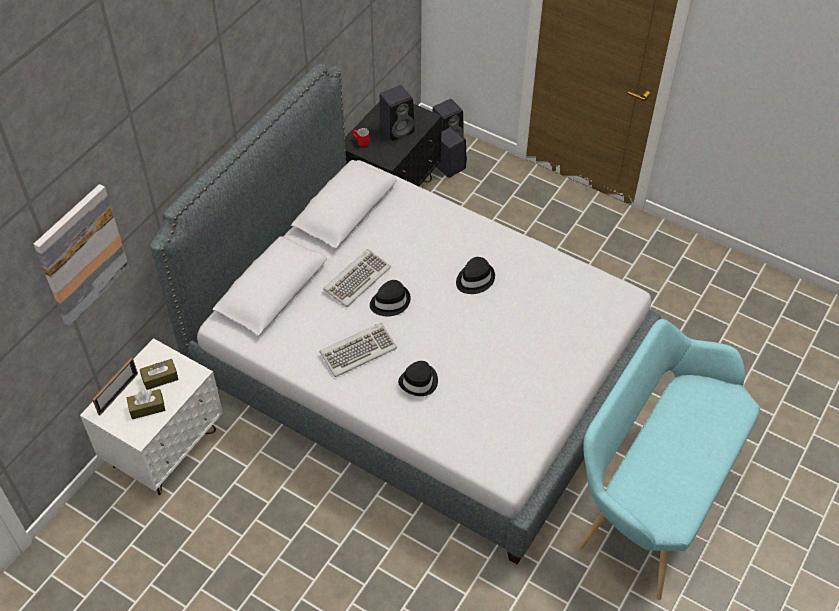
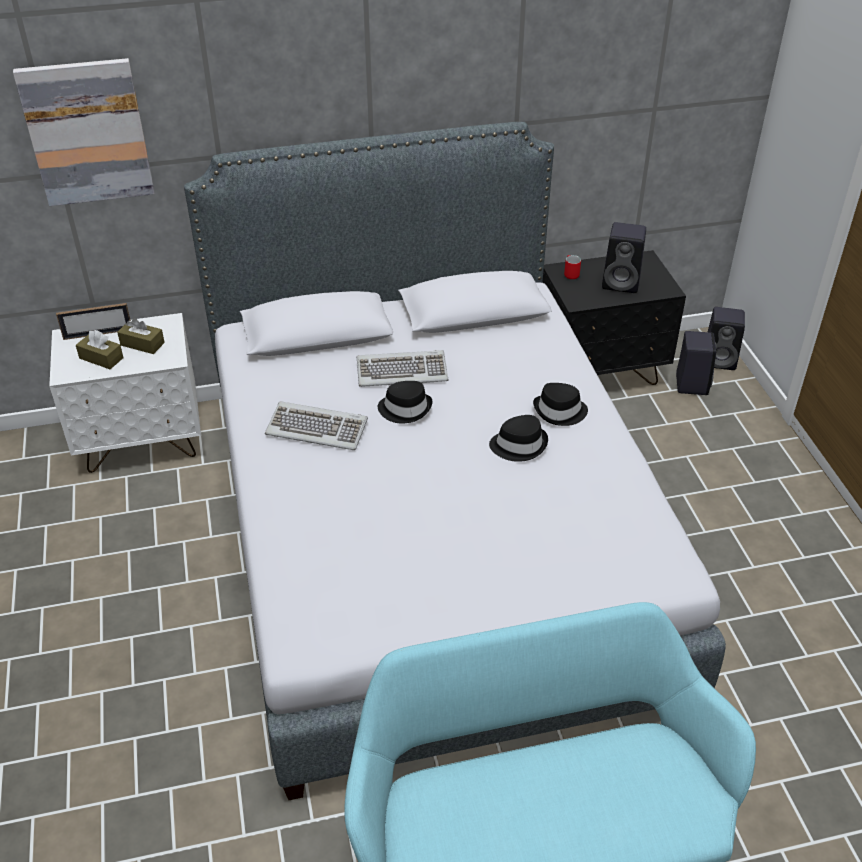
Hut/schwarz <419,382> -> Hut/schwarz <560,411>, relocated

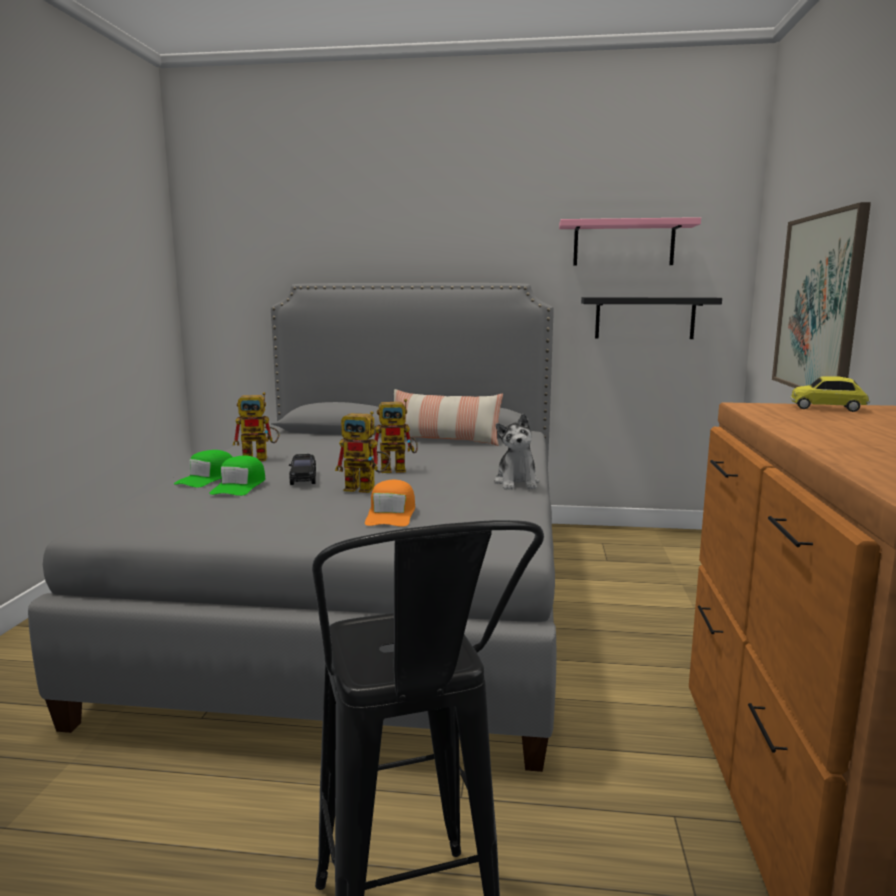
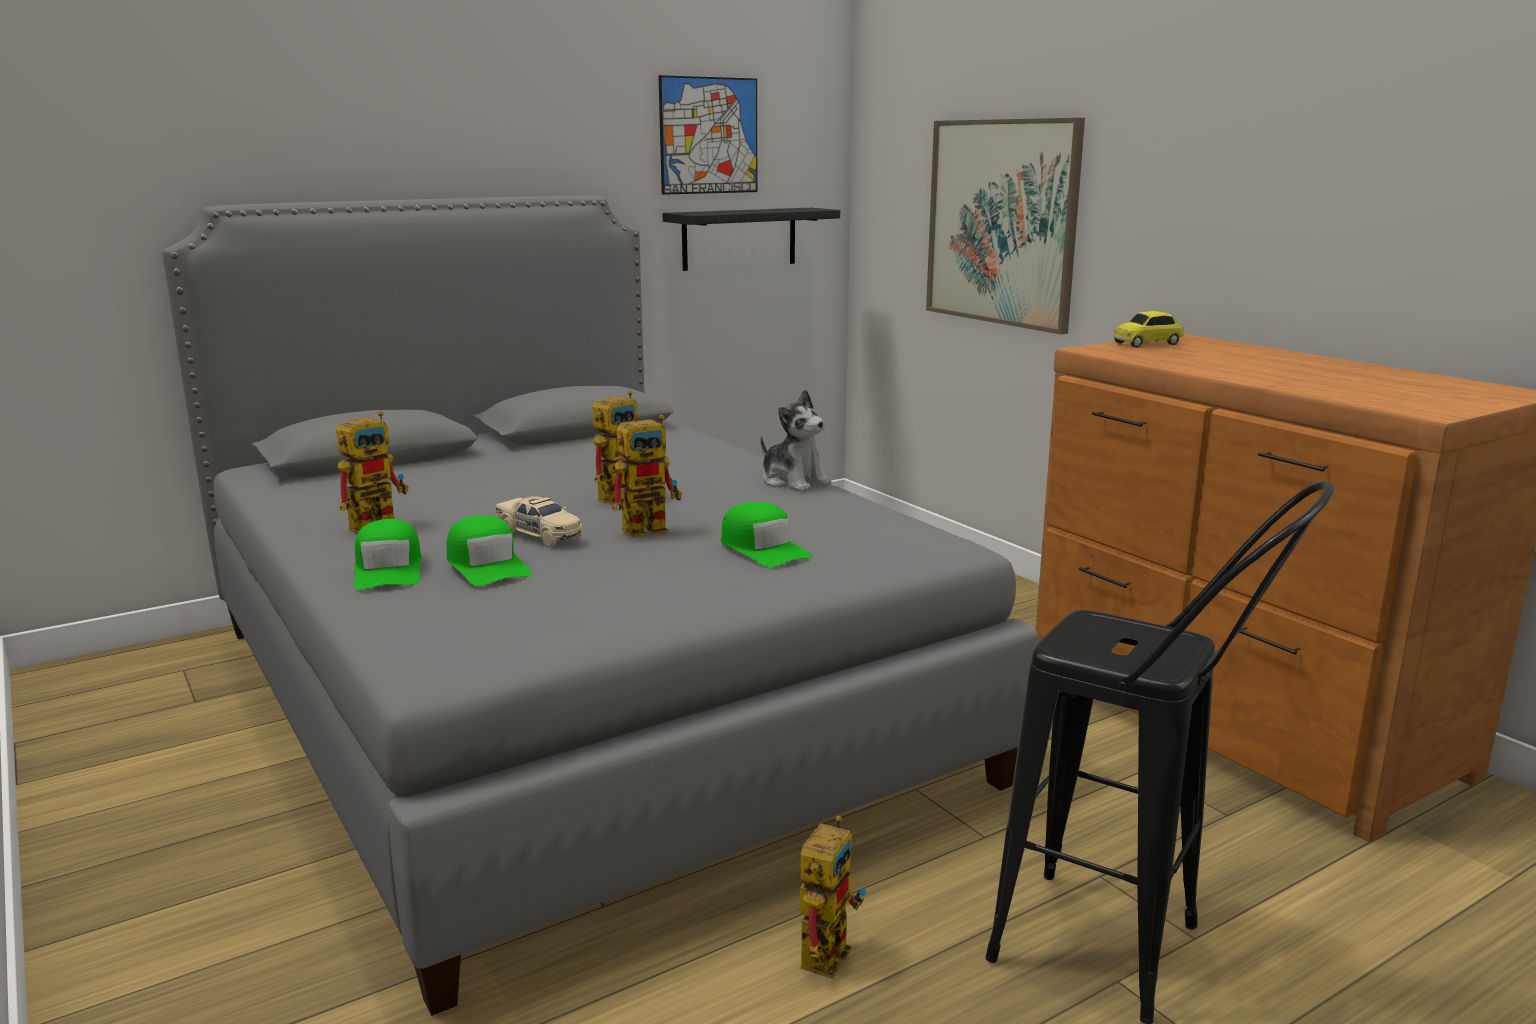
Wandregal/rosa <623,243> -> Bild <709,135>
Kissen <444,440> -> none
Spielzeugauto/schwarz <303,478> -> Spielzeugauto/beige <540,534>
Kappe/orange <391,514> -> Kappe/grün <763,549>
none -> Spielzeugroboter <825,948>

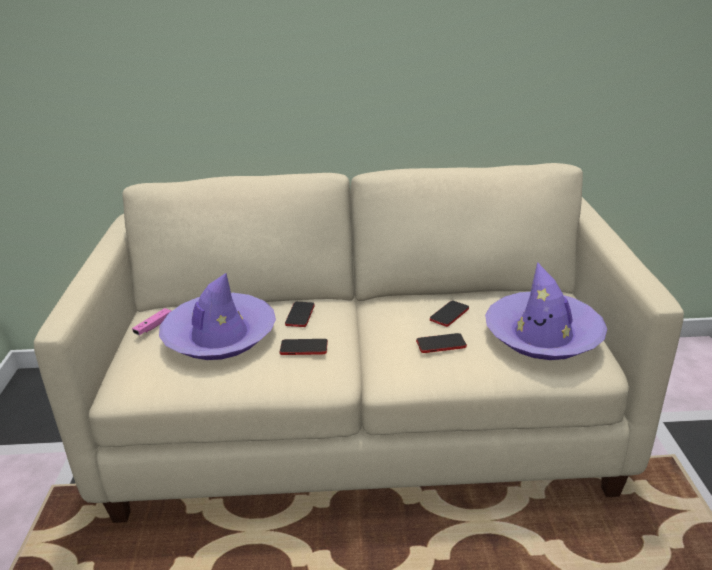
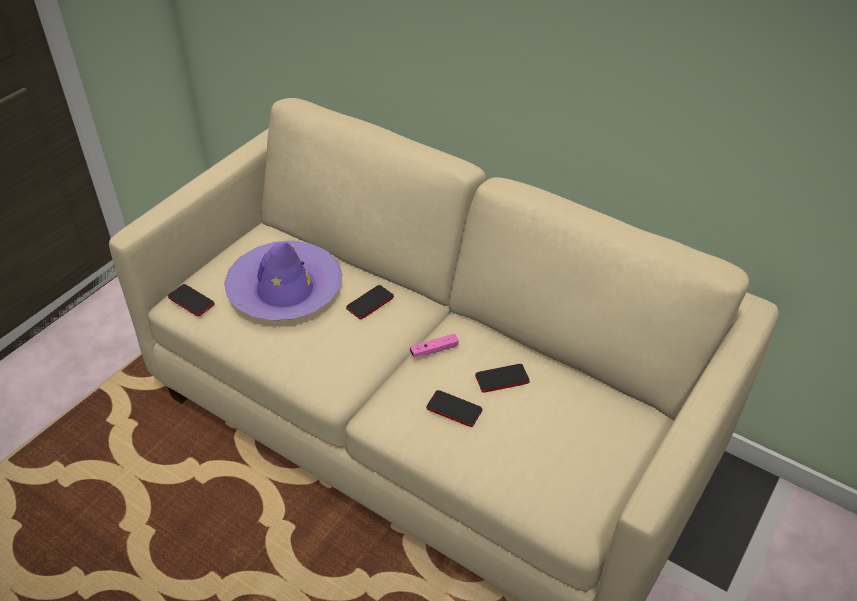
Hut/lila <543,335> -> none
Gamepad/rosa <153,326> -> Gamepad/rosa <434,350>, relocated
Handy <304,348> -> Handy <191,301>, relocated

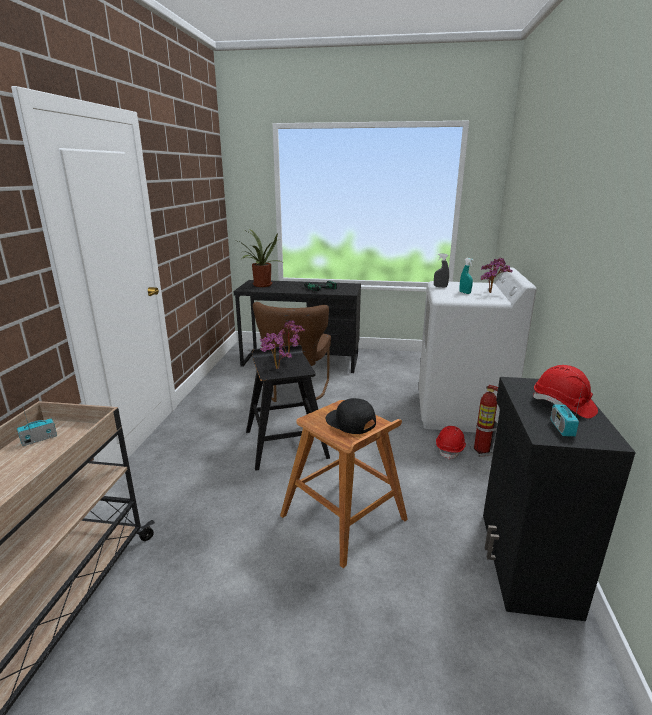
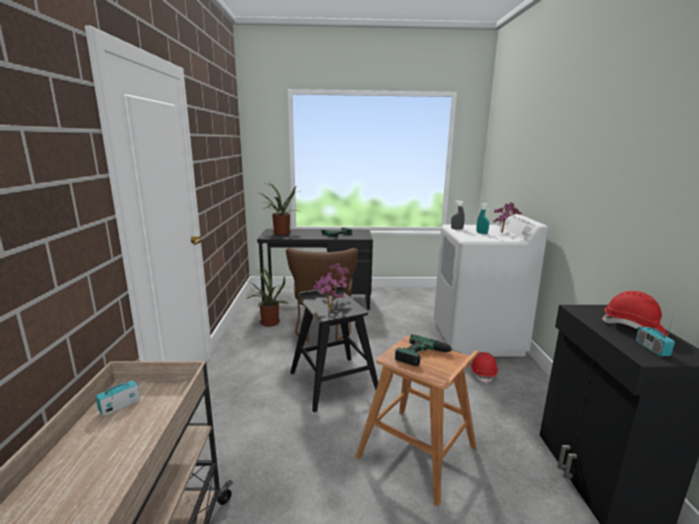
Feuerlöscher <481,452> -> none
Kappe/schwarz <350,422> -> Bohrmaschine <428,357>
none -> Topfpflanze <268,323>

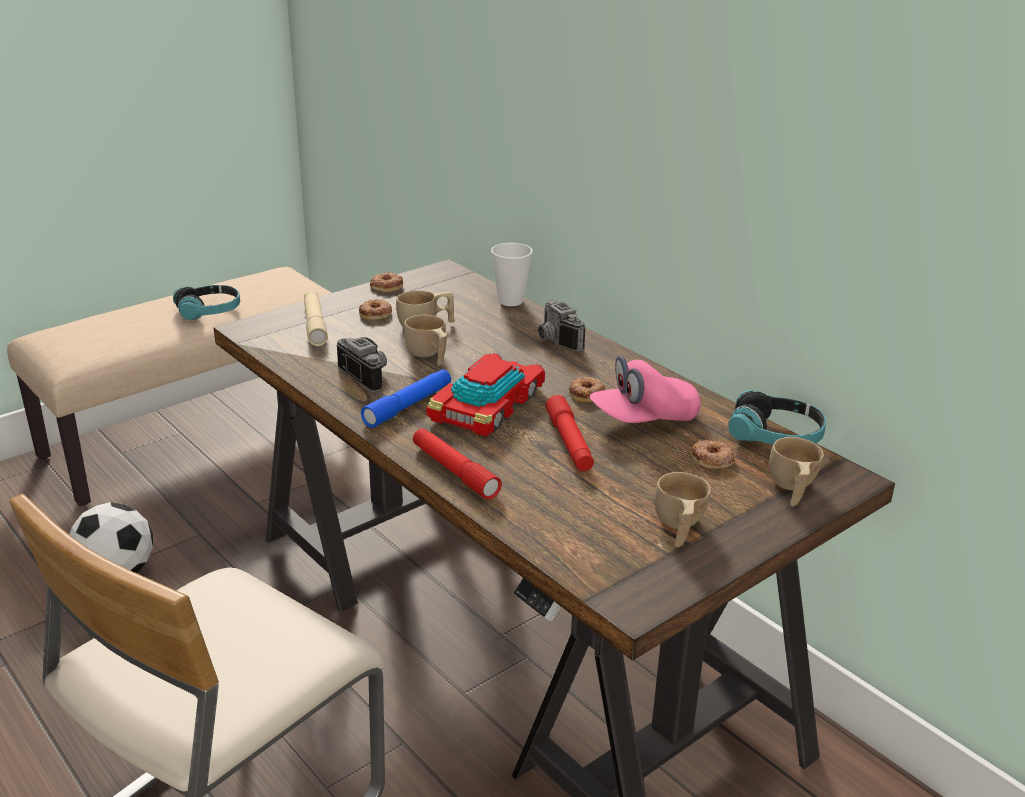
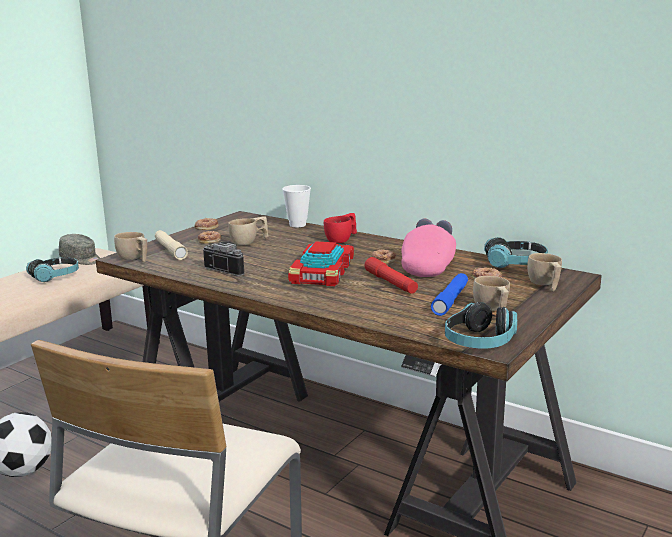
Kamera <555,341> -> Tasse/rot <342,239>
Tasse/beige <428,356> -> Tasse/beige <134,259>, relocated
Kappe/rosa <644,419> -> Kappe/rosa <429,266>, 150 degrees clockwise
Taschenlampe/blau <408,405> -> Taschenlampe/blau <450,300>, relocated
Taschenlampe/rot <454,471> -> none
none -> Kappe/grau <81,259>
none -> Kopfhörer <480,341>

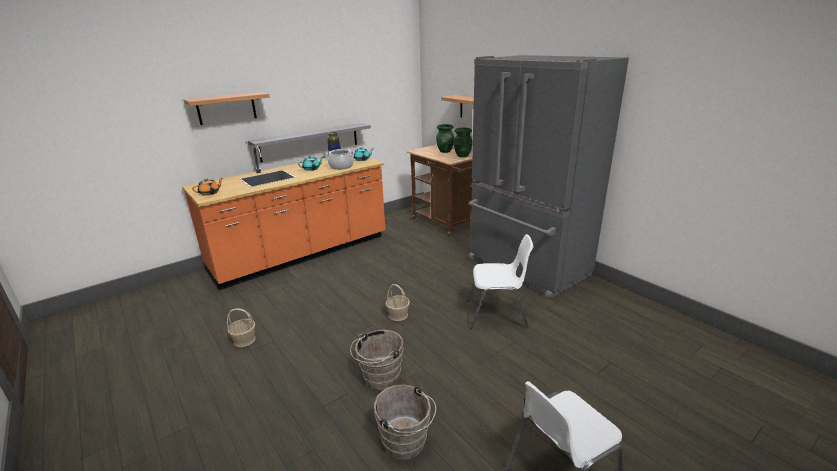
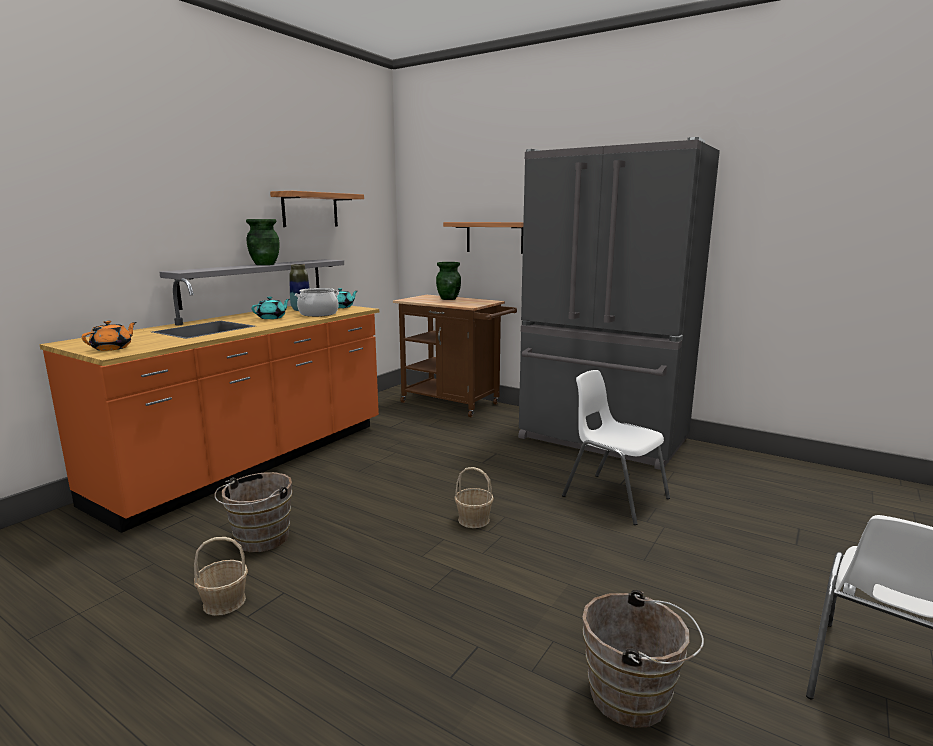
Wandregal <226,108> -> Wandregal <310,210>, relocated
Vase/grün <462,155> -> Vase/grün <264,264>, relocated
Stuhl/weiß <497,314> -> Stuhl/weiß <613,497>, 120 degrees counterclockwise
Eimer/braun <379,378> -> Eimer/braun <259,540>, relocated

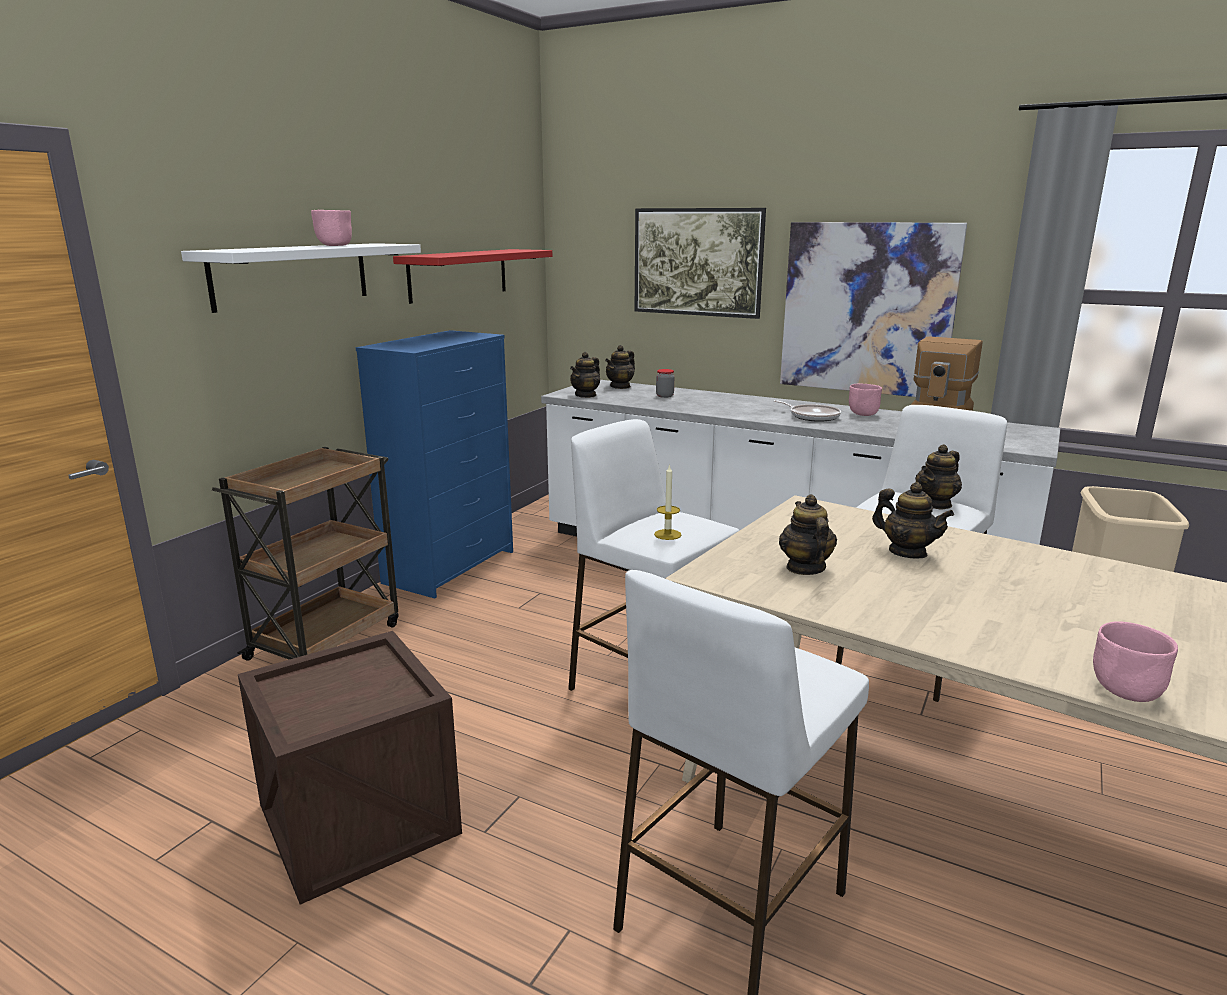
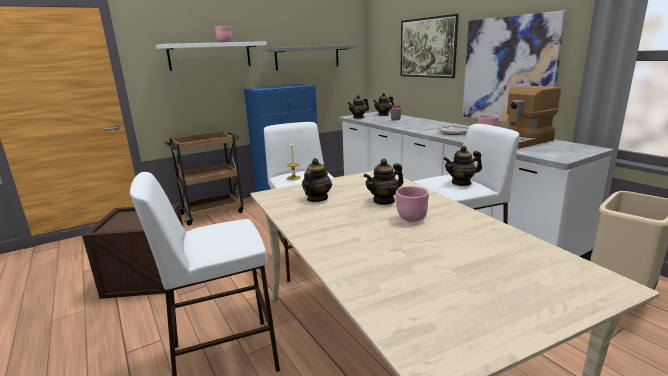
Wandregal/rot <459,274> -> Wandregal/grau <307,57>
Teekanne <907,552> -> Teekanne <384,200>, 75 degrees clockwise
Schüssel/rosa <1124,692> -> Schüssel/rosa <411,218>, relocated

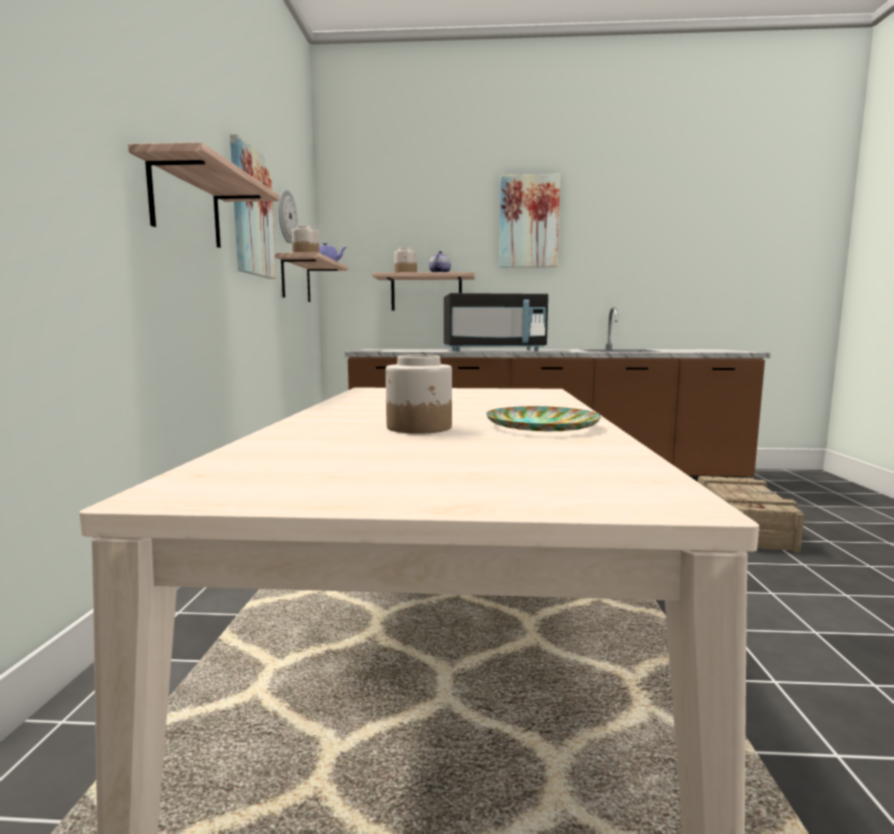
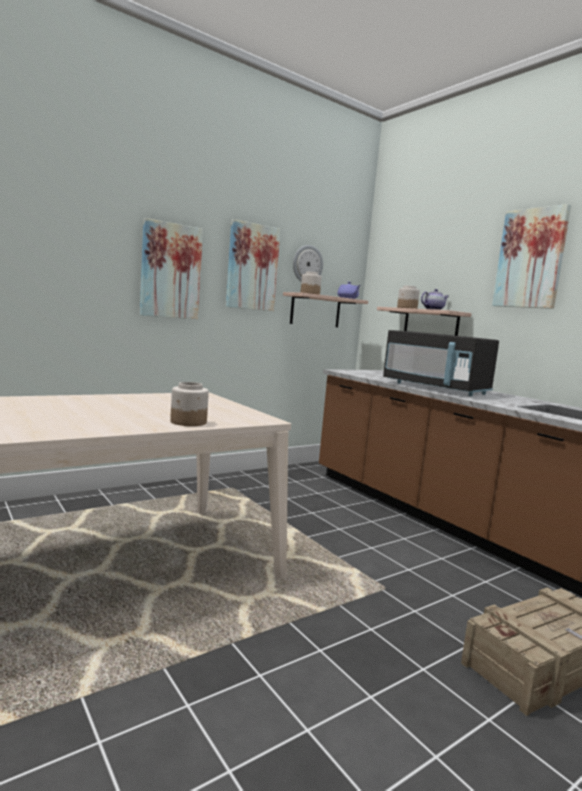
Wandregal <186,206> -> Bild <170,271>
Vorratsglas <420,427> -> Vorratsglas <188,422>, relocated
Teller <541,426> -> none

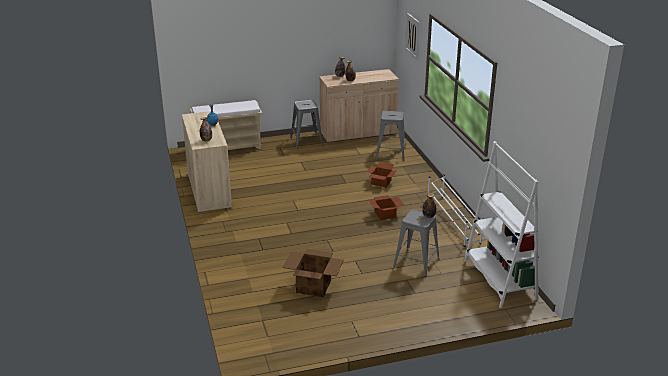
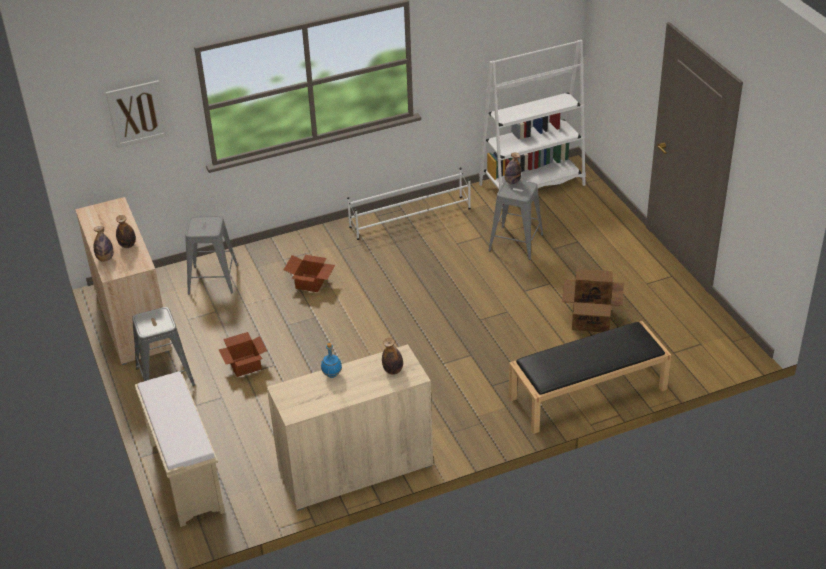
Karton <386,214> -> Karton <245,364>, relocated
none -> Bank/schwarz <587,394>

